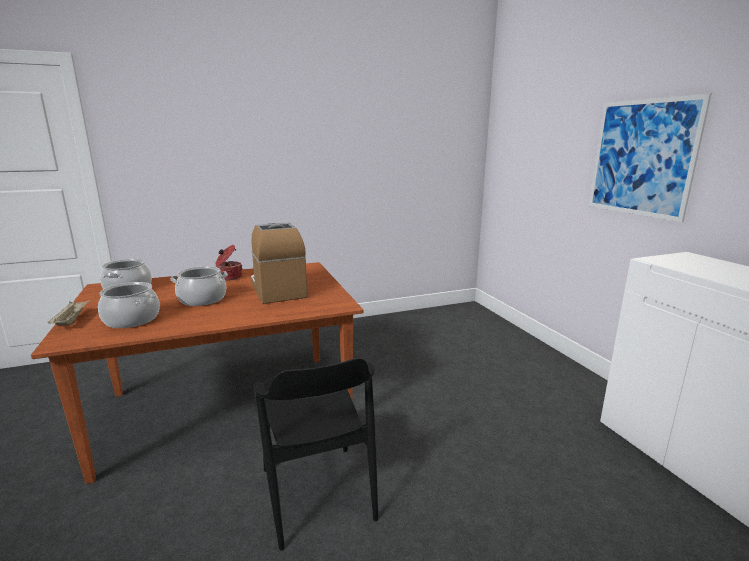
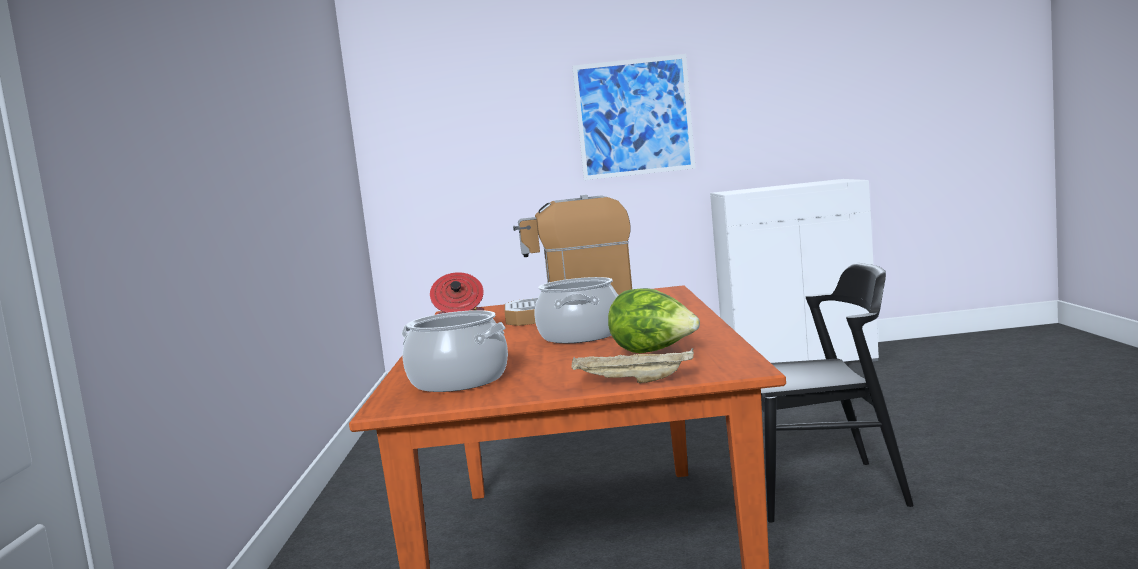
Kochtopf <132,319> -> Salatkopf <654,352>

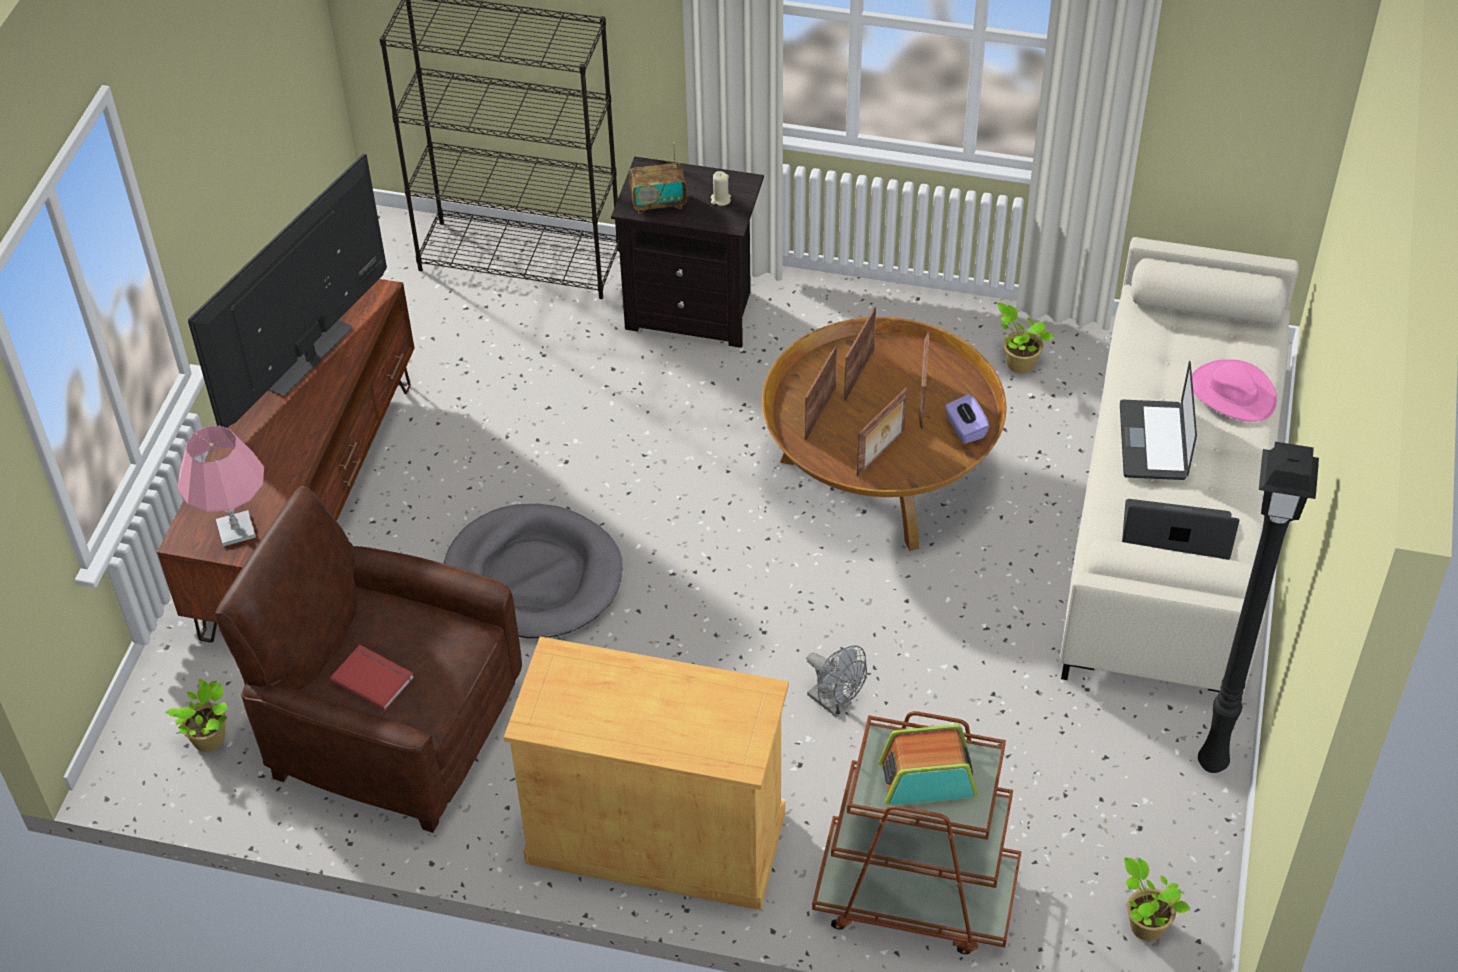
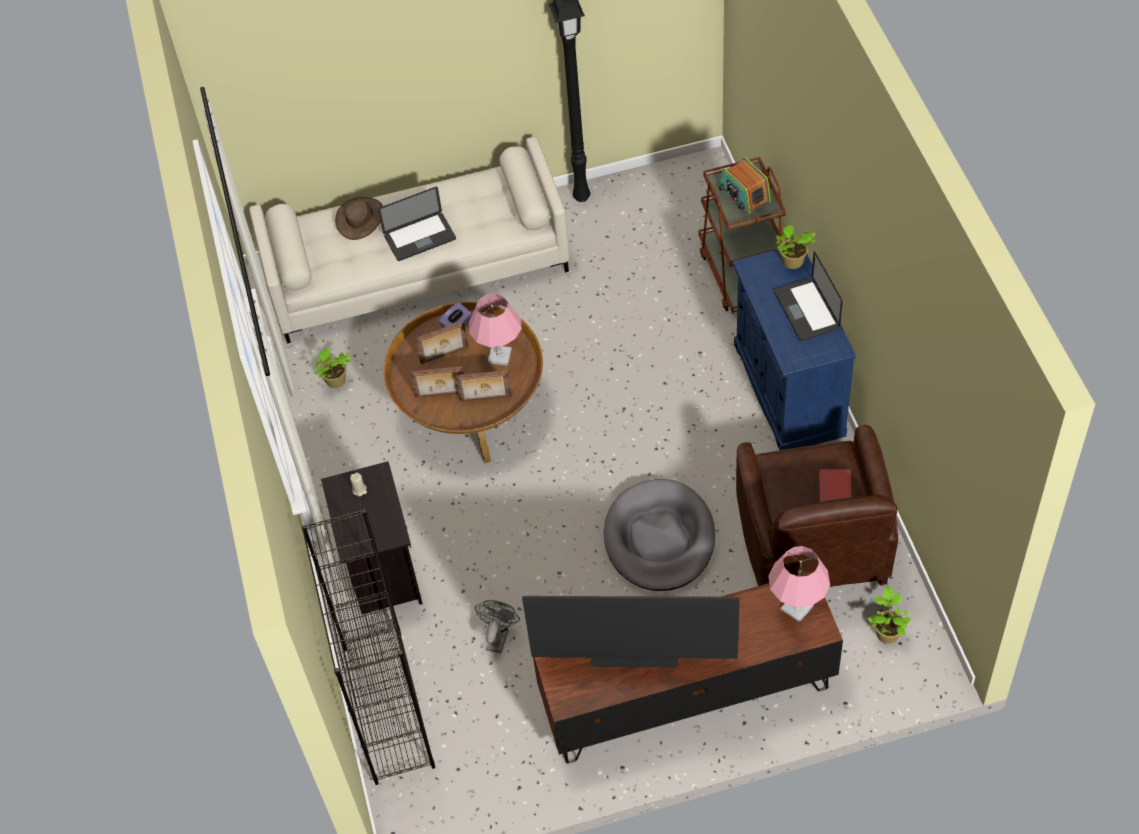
Radio <658,202> -> none
Hut/rosa <1232,393> -> Hut/braun <360,219>
Bilderrahmen <881,453> -> Tischlampe/rosa <499,356>
Laptop <1176,533> -> Laptop <806,310>, relocated
Schrank/beige <656,837> -> Schrank/blau <788,389>
Ventilator/grau <835,703> -> Ventilator/grau <498,636>, relocated
Topfpflanze <1144,924> -> Topfpflanze <792,263>, relocated

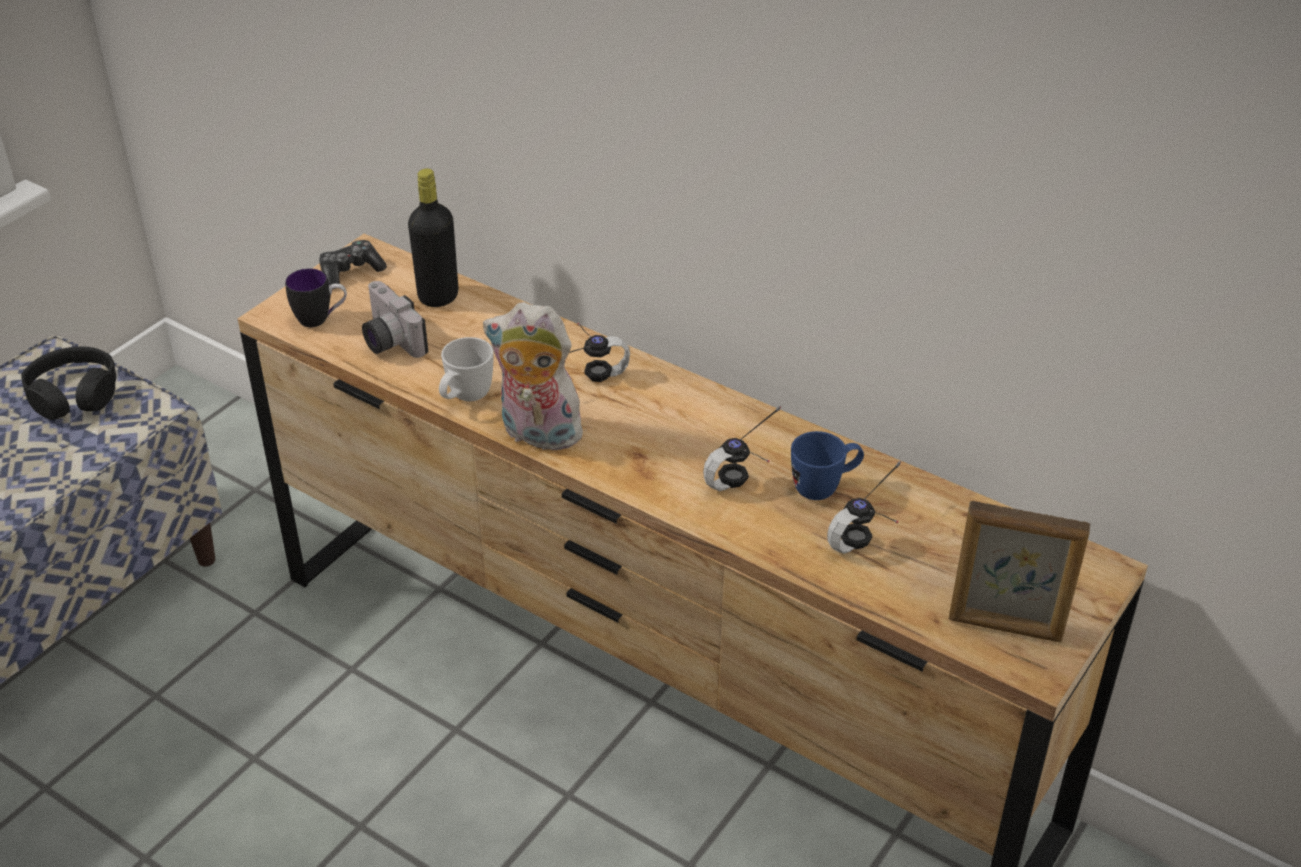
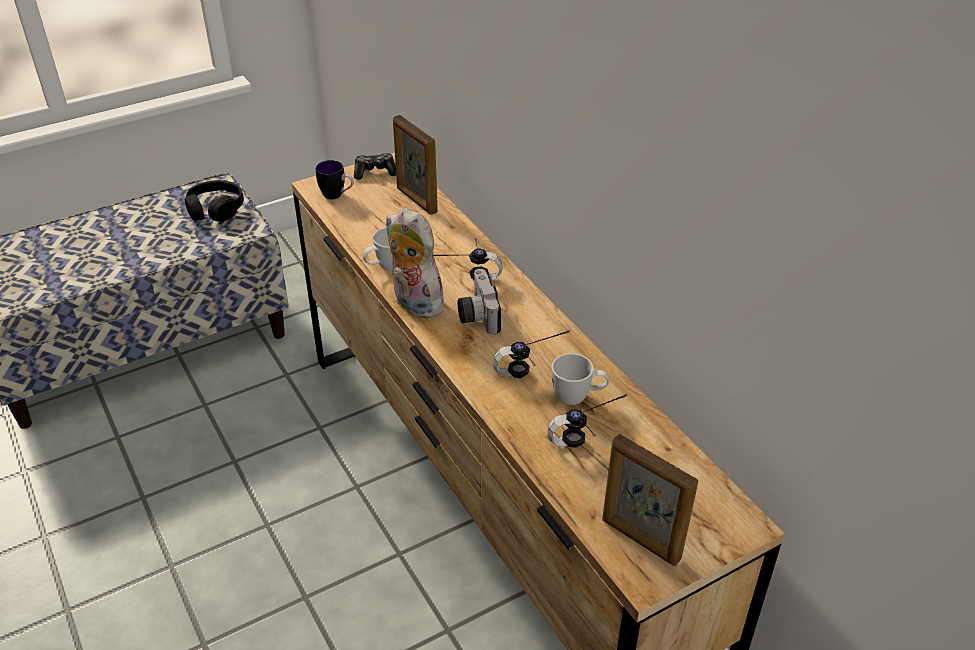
Flasche/schwarz <438,296> -> Bilderrahmen <416,200>
Kamera <388,341> -> Kamera <476,315>, relocated
Henkelbecher/blau <825,488> -> Henkelbecher/weiß <578,397>

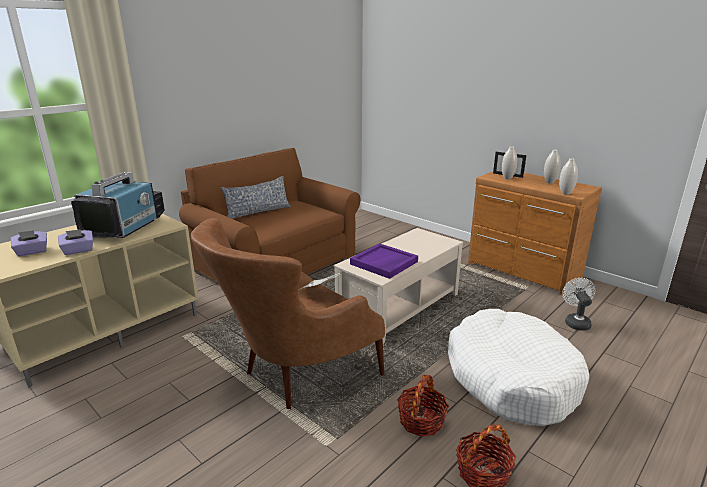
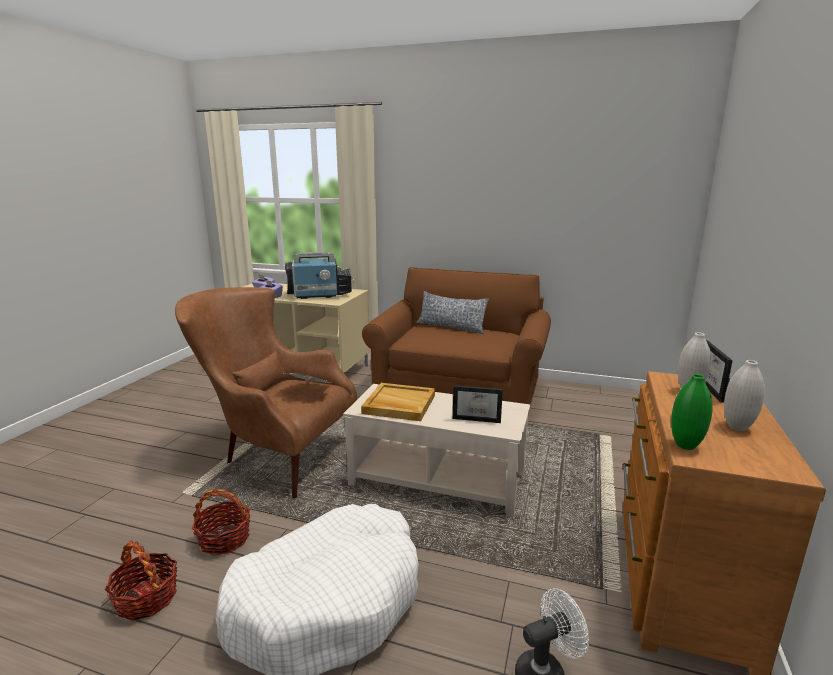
Vase/weiß <565,193> -> Vase/grün <685,445>
Tablett/lila <384,263> -> Tablett/beige <398,404>
none -> Bilderrahmen <477,418>

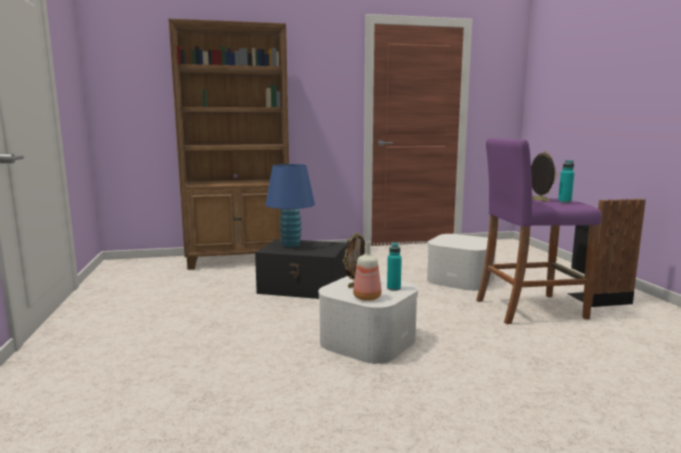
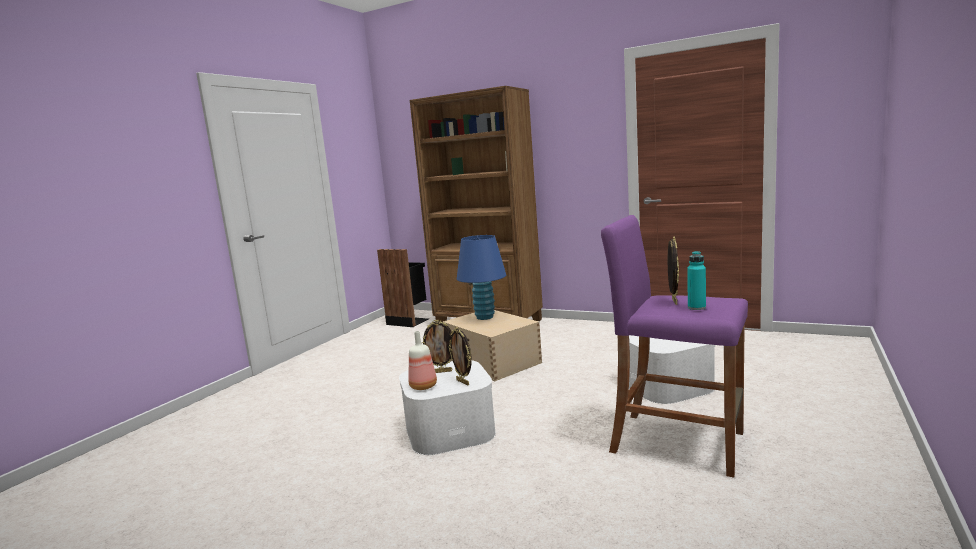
Mülleimer/schwarz <596,297> -> Mülleimer/schwarz <409,321>, relocated
Aufbewahrungsbox/schwarz <304,287> -> Aufbewahrungsbox/beige <493,362>
Flasche/türkis <393,288> -> Bilderrahmen <463,382>

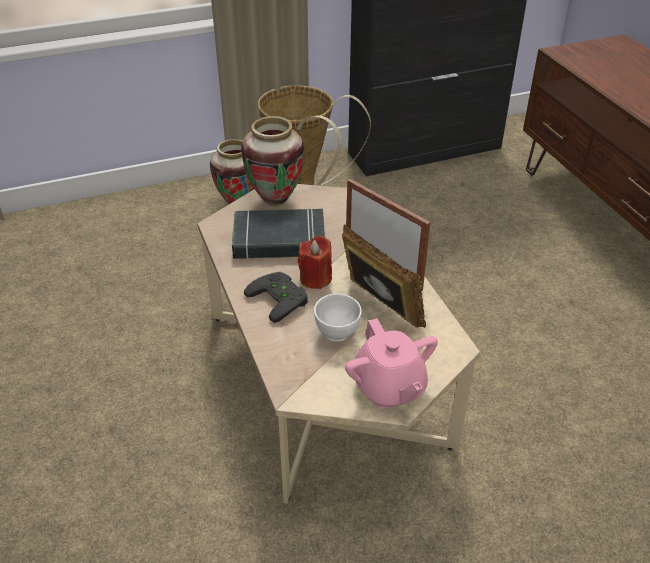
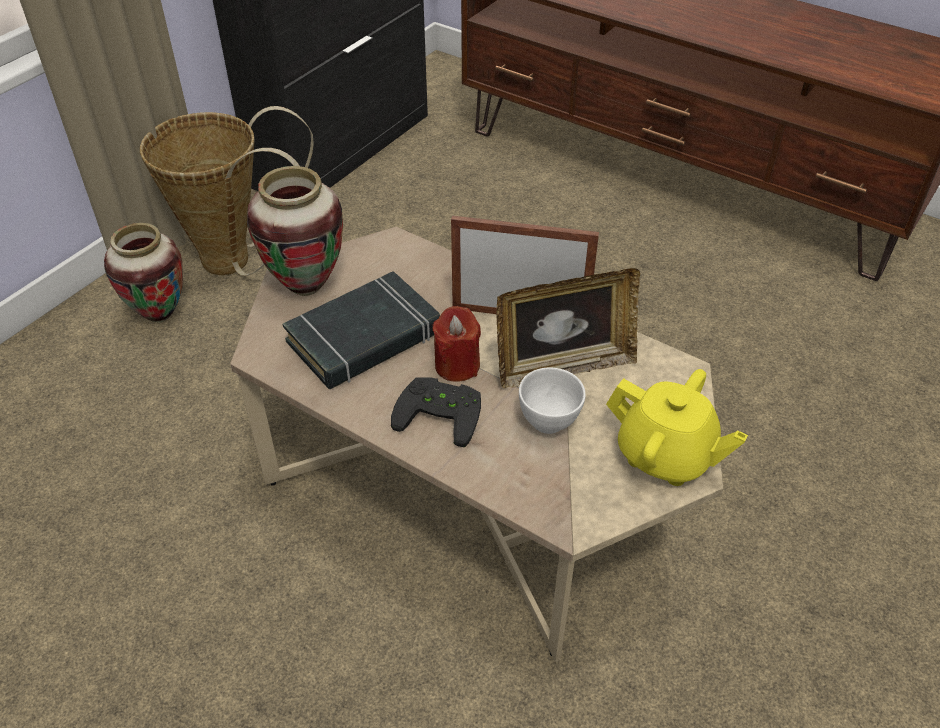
Bilderrahmen <379,308> -> Bilderrahmen <564,366>, 150 degrees clockwise
Teekanne/rosa <389,388> -> Teekanne/gelb <665,456>

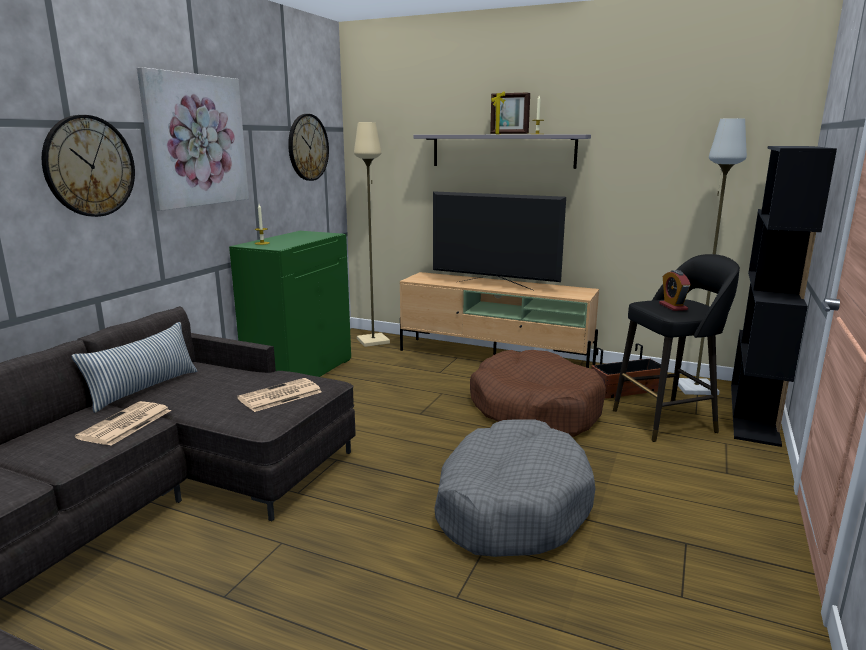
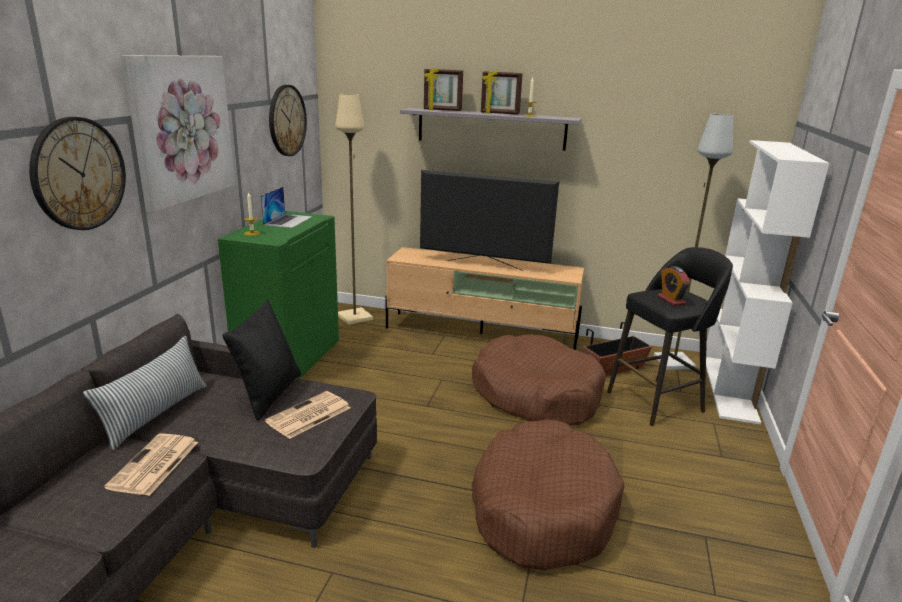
Bücherregal/schwarz <754,413> -> Bücherregal/weiß <730,388>
Hundebett/grau <511,505> -> Hundebett/braun <542,508>
none -> Bilderrahmen <442,110>
none -> Laptop <288,220>
none -> Kissen/schwarz <268,395>

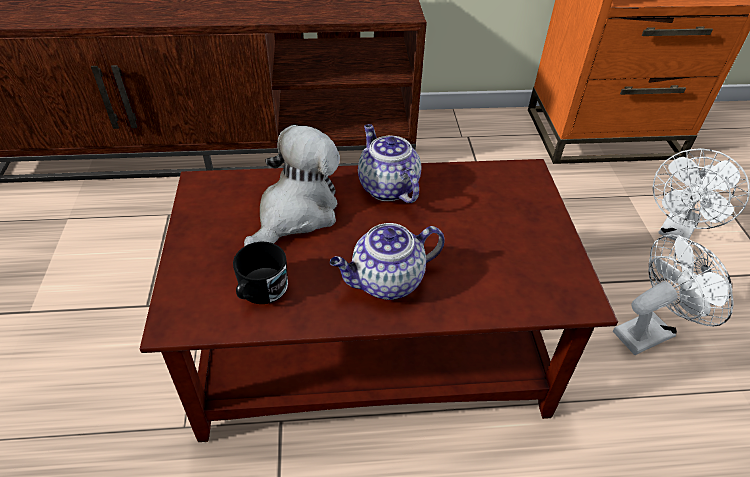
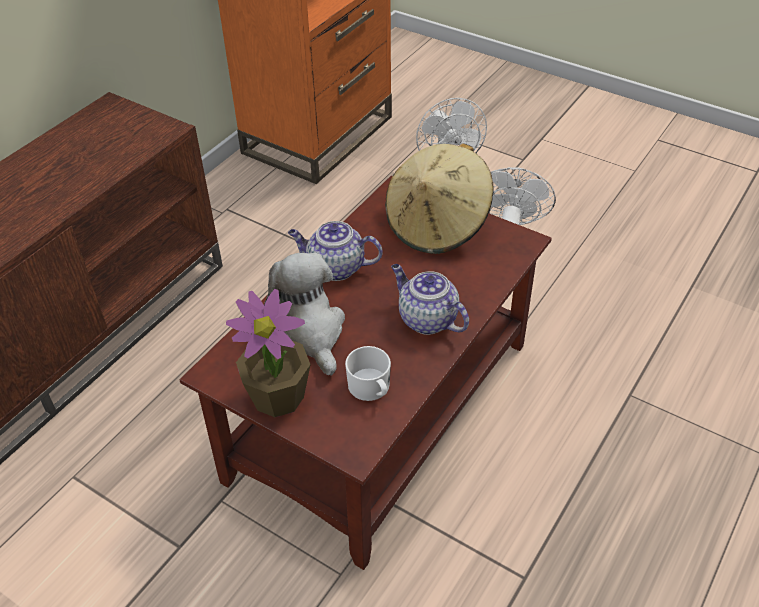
Teekanne <386,282> -> Teekanne <426,319>, 120 degrees clockwise
Henkelbecher/schwarz <260,291> -> Henkelbecher/weiß <371,389>
none -> Hut/beige <437,225>
none -> Topfpflanze <278,396>

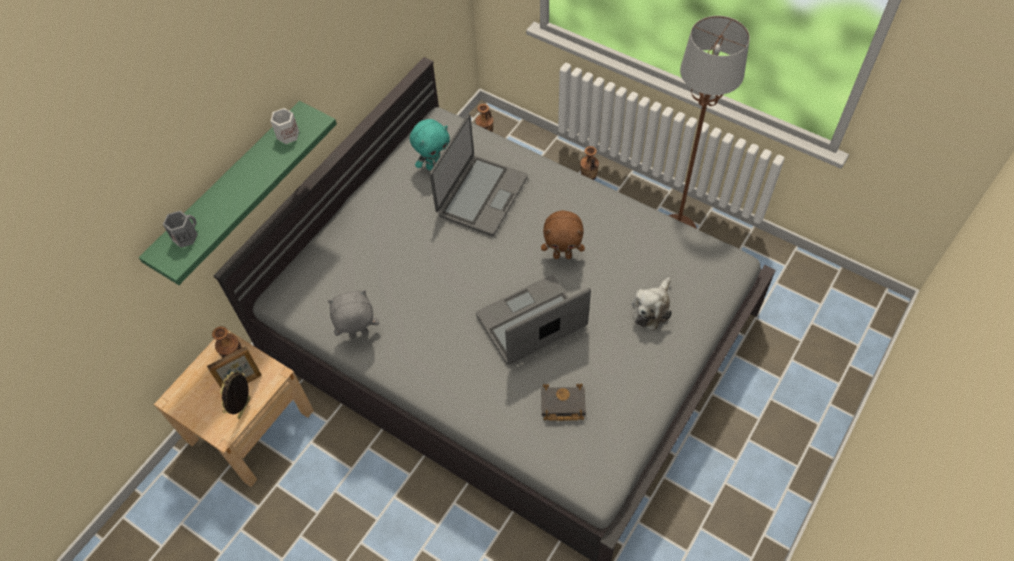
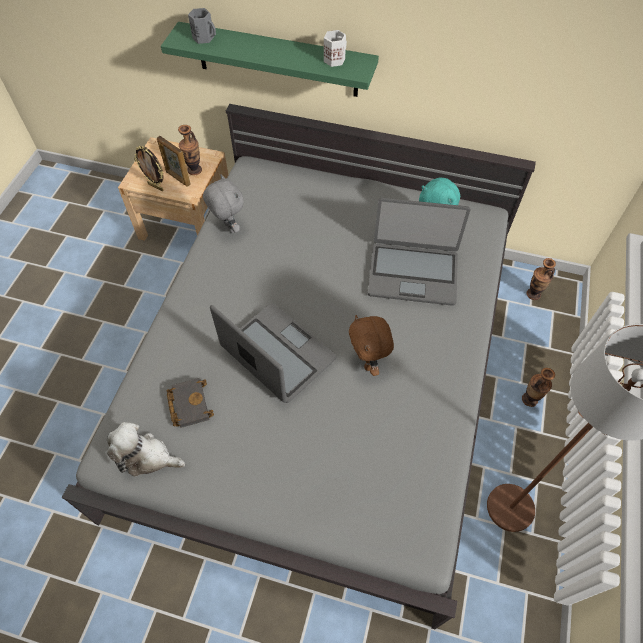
Plüschtier <652,308> -> Plüschtier <146,456>, relocated
Bilderrahmen <245,408> -> Bilderrahmen <156,187>, 150 degrees counterclockwise

